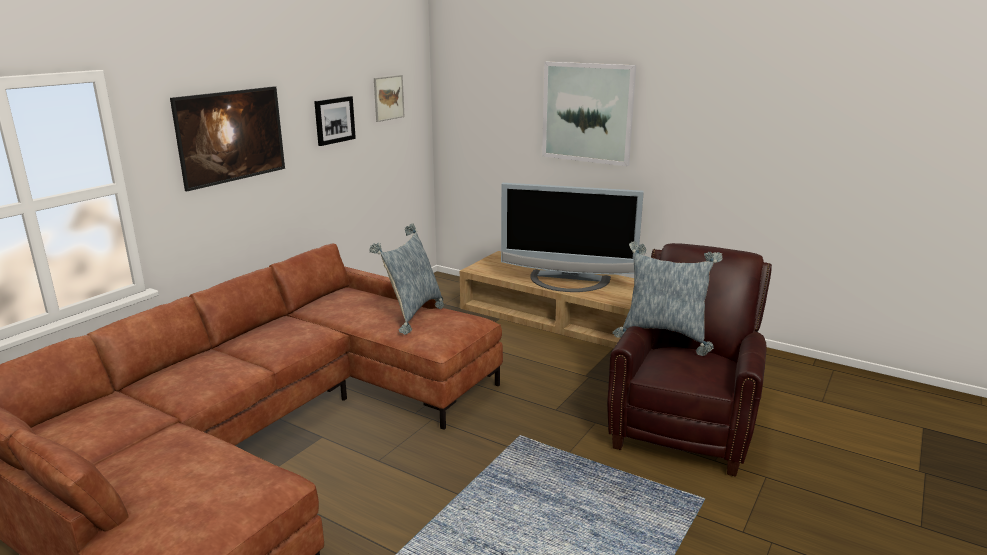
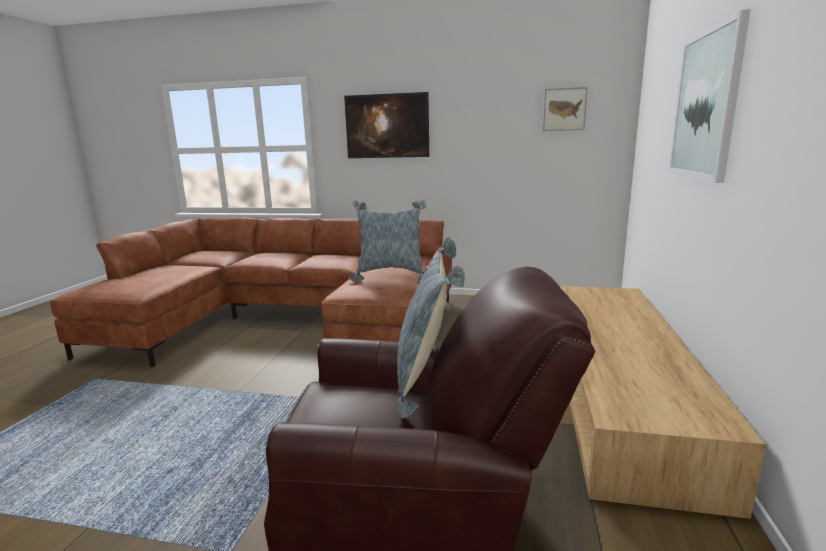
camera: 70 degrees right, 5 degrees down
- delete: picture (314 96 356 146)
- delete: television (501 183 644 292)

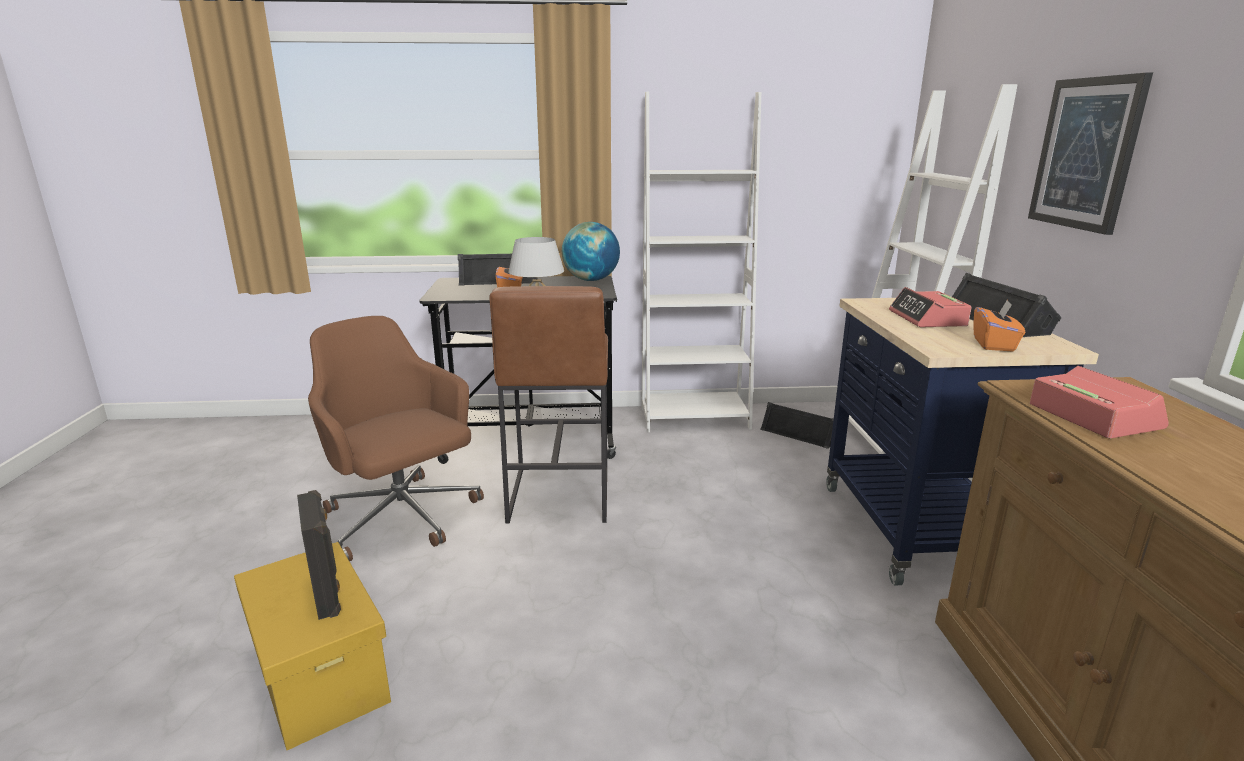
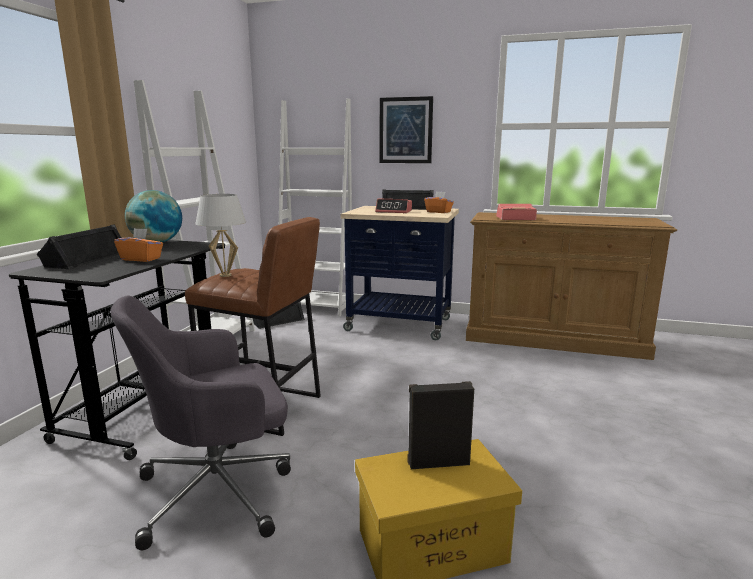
camera: 70 degrees left, 5 degrees down
- recolor: office chair (brown) (308 316 484 561) to office chair (grey) (110 295 291 550)

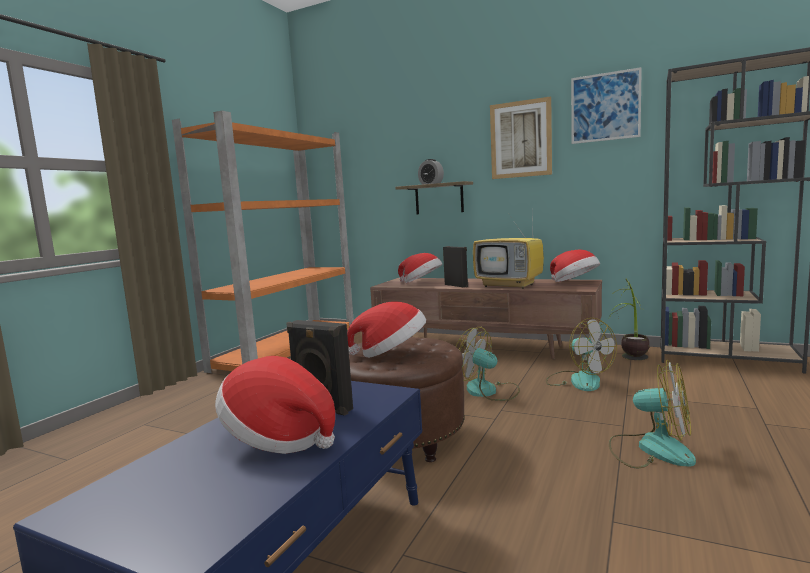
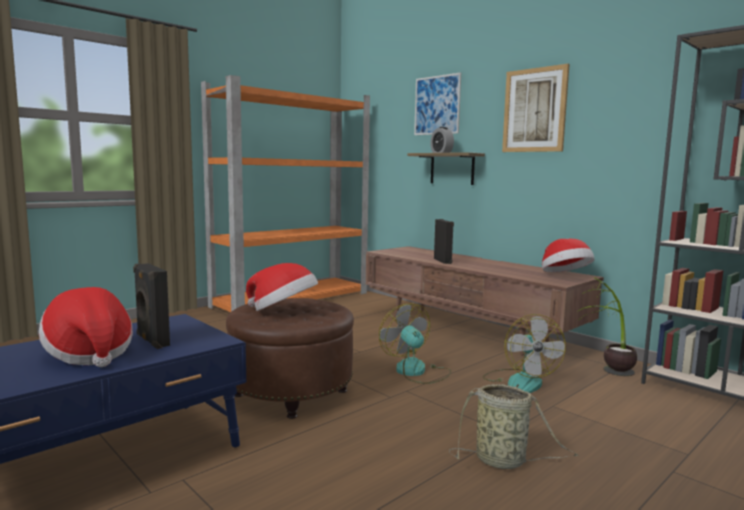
camera: 20 degrees right, 0 degrees up
- move: picture (571 67 642 144) to (414 72 461 135)
- replace: fan (609 360 696 468) to basket (449 384 579 469)
- delete: hat (398 253 442 283)
- delete: television (473 212 544 289)

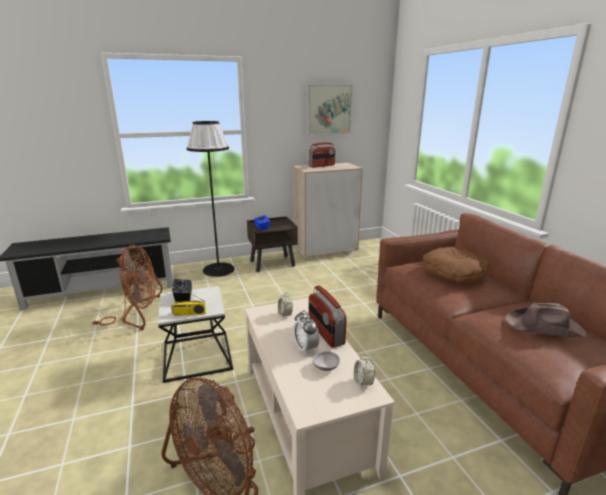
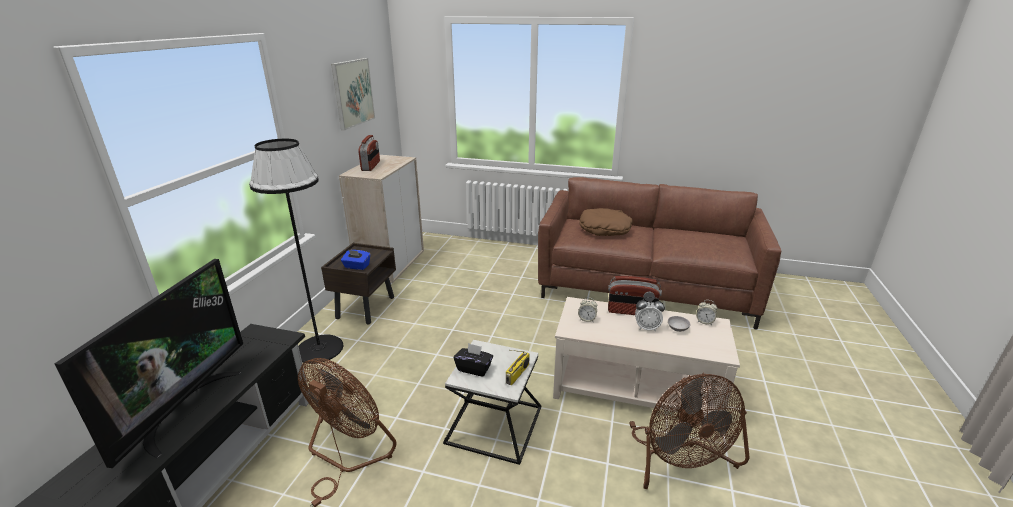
camera: 55 degrees left, 5 degrees up
- insert: television (55 259 243 468)
- delete: hat (brown) (505 303 587 338)

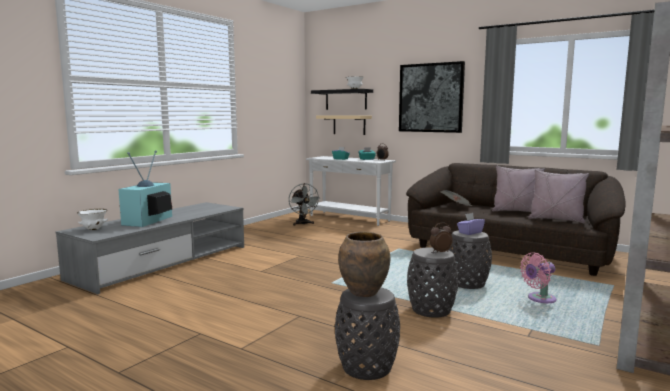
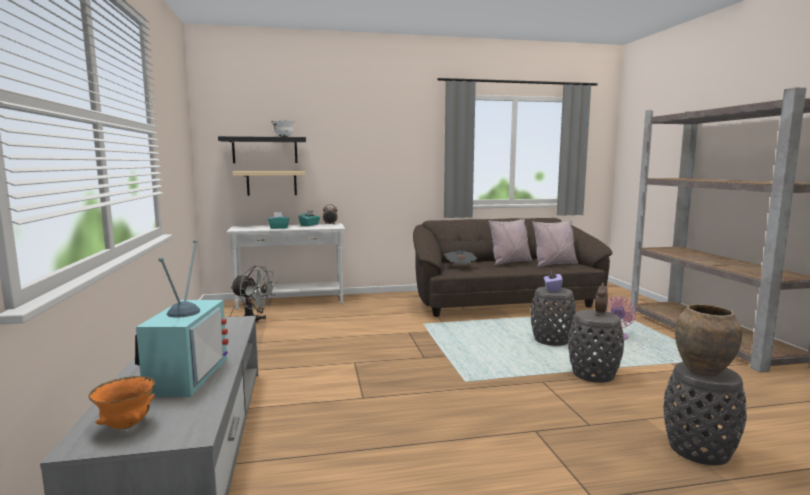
camera: 45 degrees left, 0 degrees up
- recolor: bowl (white) (77 209 108 230) to bowl (orange) (88 376 155 429)
- rotate: television (118 150 172 227) = (135 239 228 397) 150 degrees counterclockwise
- delete: picture (399 61 465 133)

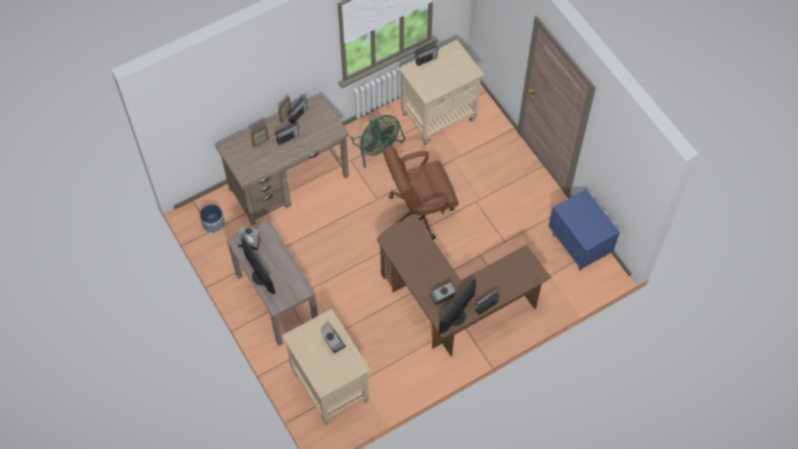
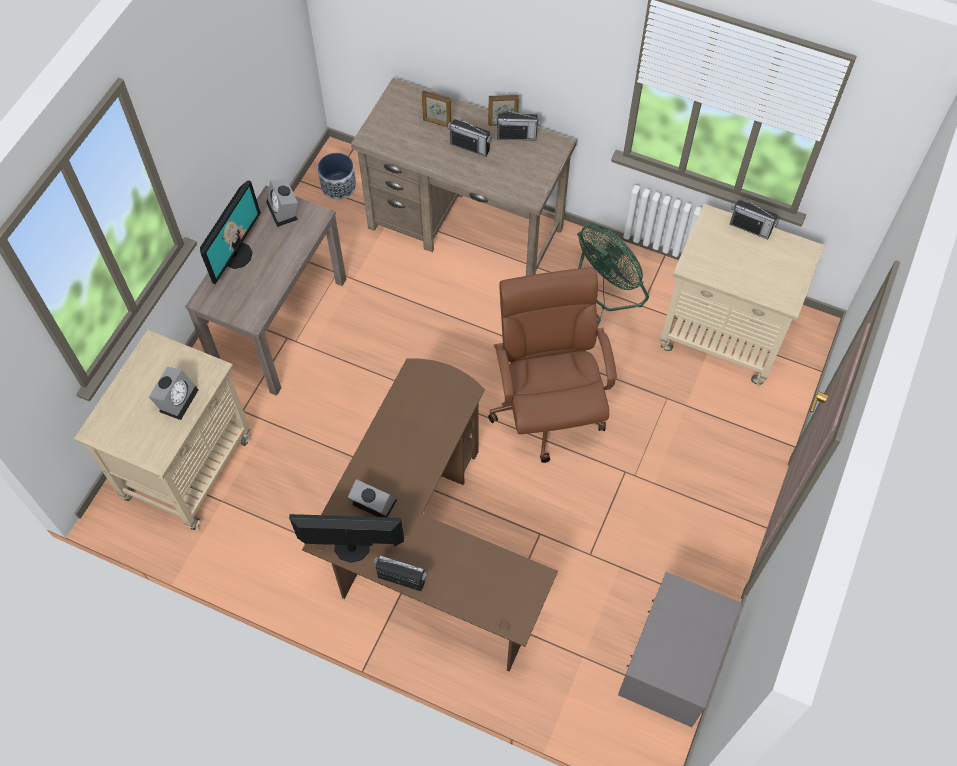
camera: 55 degrees right, 0 degrees up
- rotate: office chair (brown) (383 146 459 240) = (488 267 617 463) 45 degrees clockwise
- rotate: fan (green) (350 115 405 168) = (577 224 649 325) 150 degrees counterclockwise
- recolor: nightstand (blue) (548 189 620 271) to nightstand (grey) (618 572 742 727)

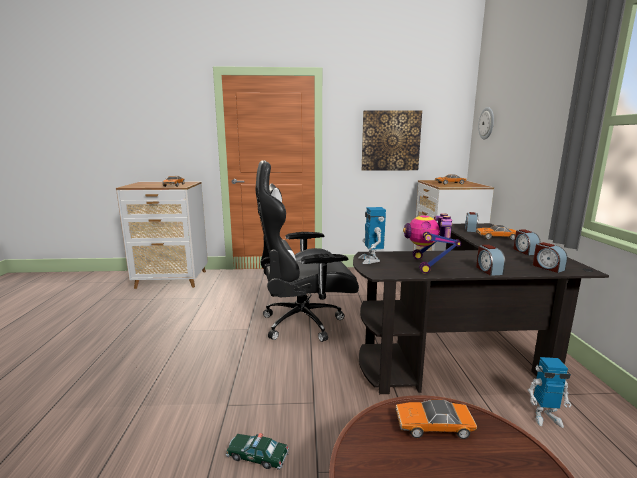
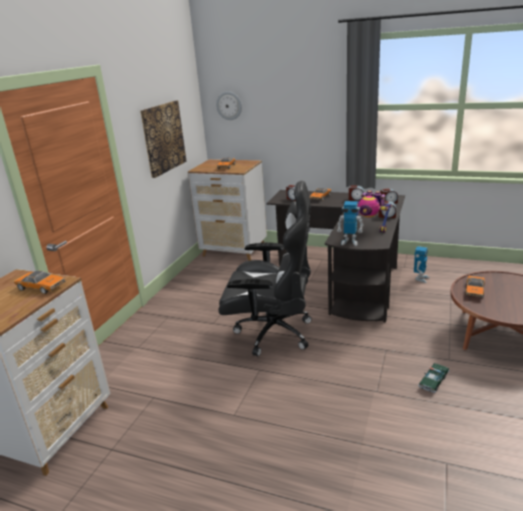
camera: 65 degrees left, 10 degrees up
- rotate: office chair (black) (255 160 359 342) = (218 181 312 356) 90 degrees counterclockwise

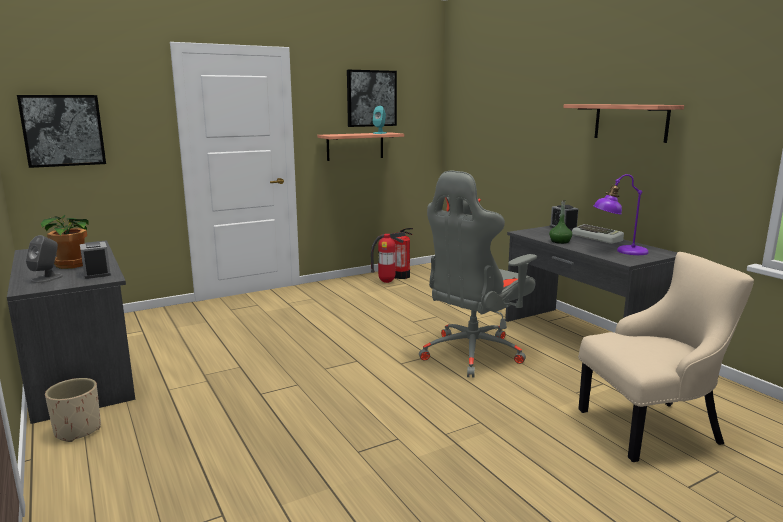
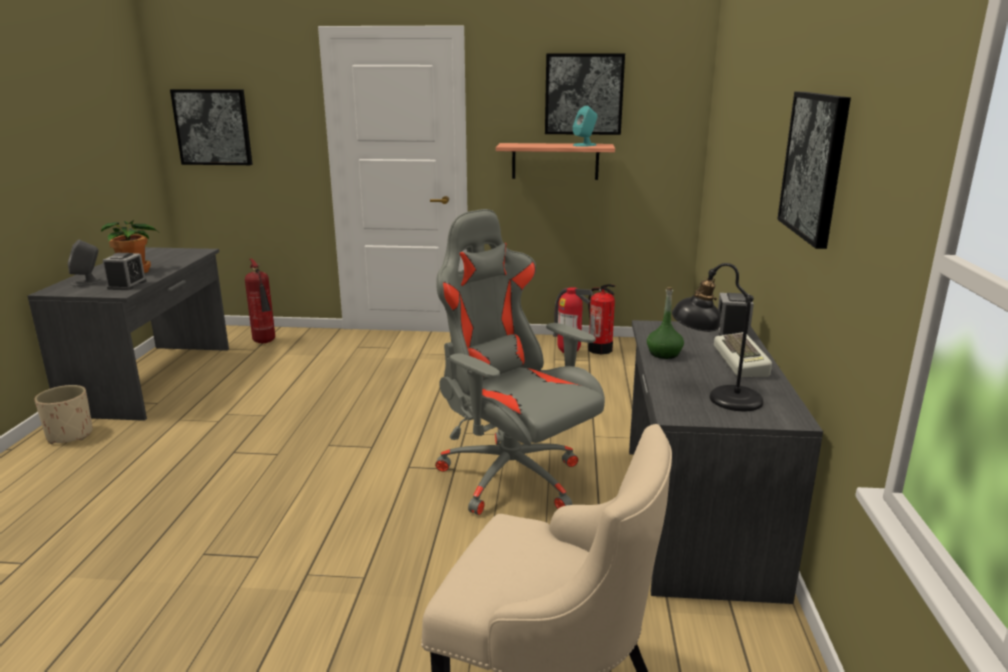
camera: 35 degrees right, 5 degrees up
- insert: fire extinguisher (245 259 275 343)
- rotate: office chair (grey) (419 171 537 378) = (435 209 605 515) 60 degrees clockwise
- recolor: table lamp (purple) (593 174 648 255) to table lamp (black) (672 263 763 411)
- replace: shelf (563 104 684 143) to picture (777 92 851 249)

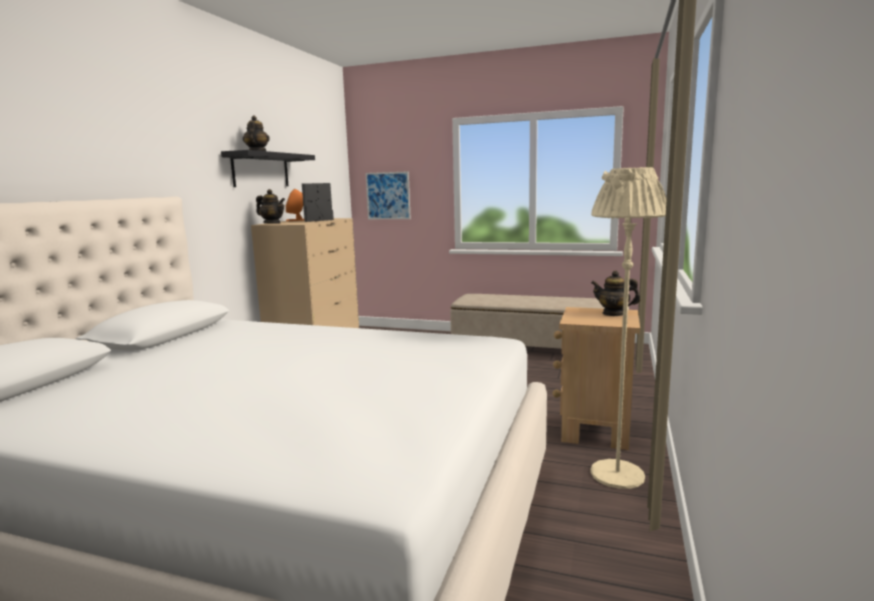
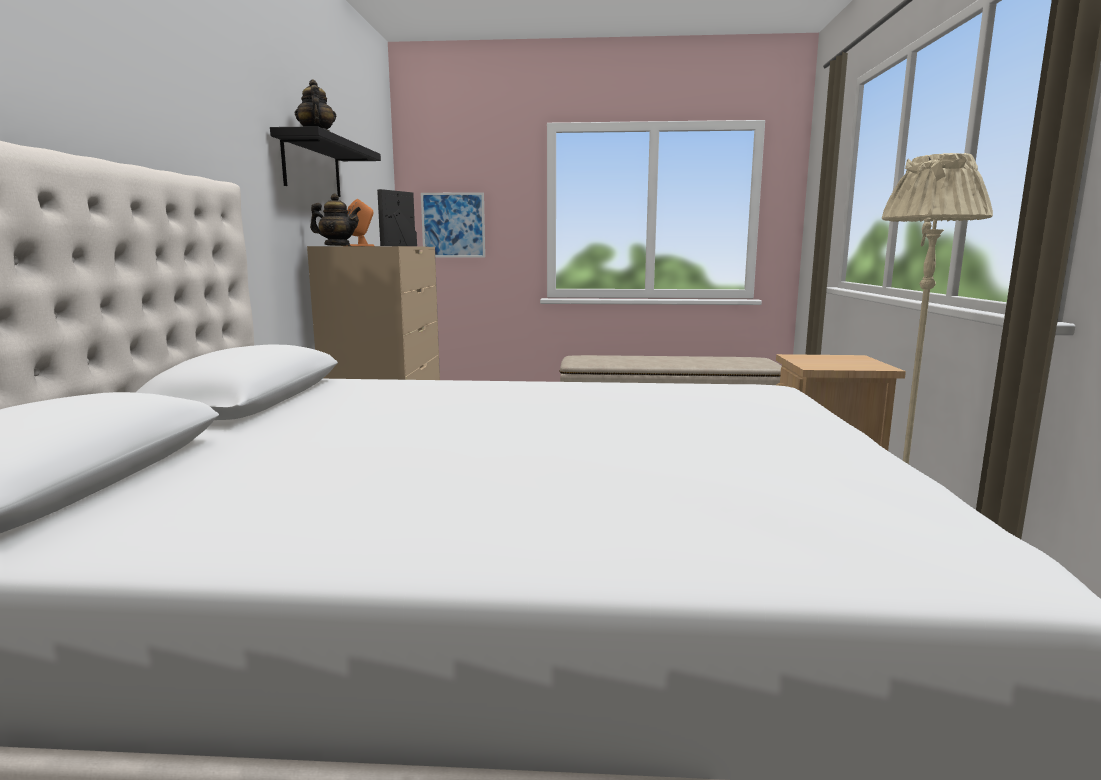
camera: 15 degrees left, 0 degrees up
- delete: teapot (591 271 641 316)

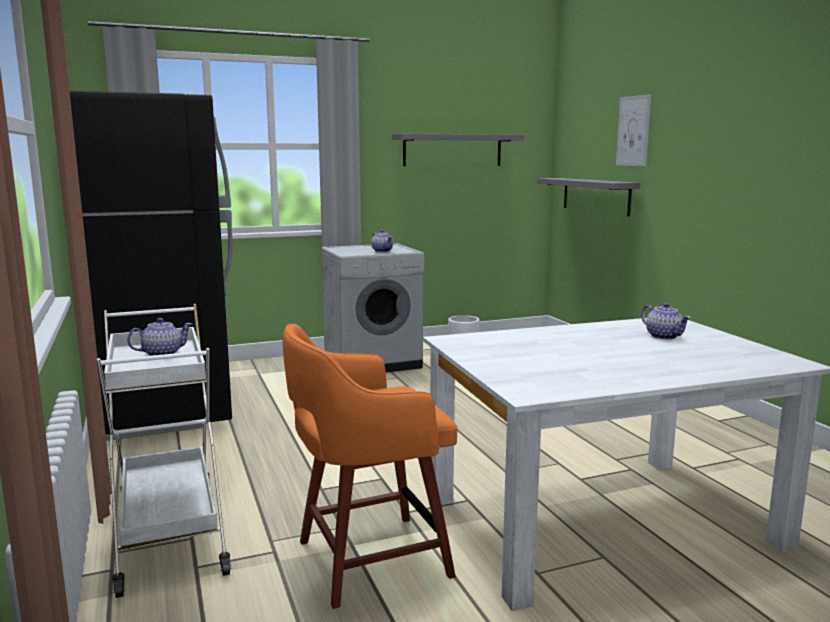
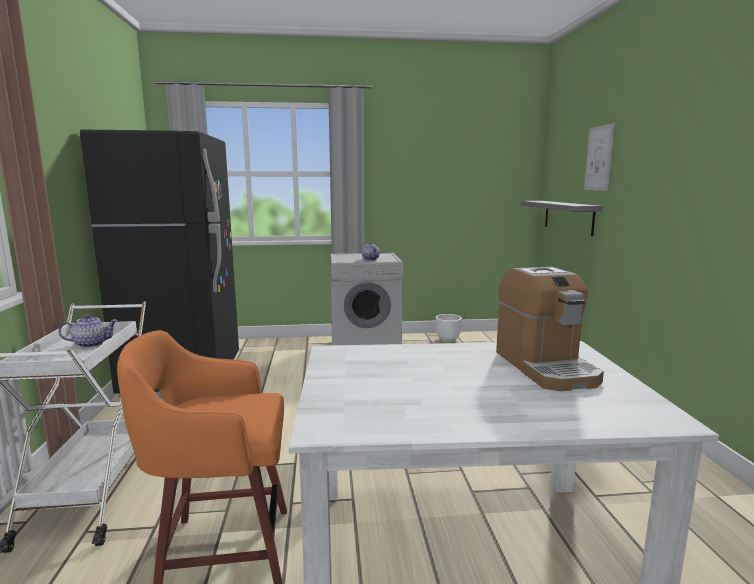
camera: 15 degrees right, 0 degrees up
- replace: teapot (641 303 691 340) to coffee machine (496 267 604 391)
- delete: shelf (grey) (392 134 524 166)

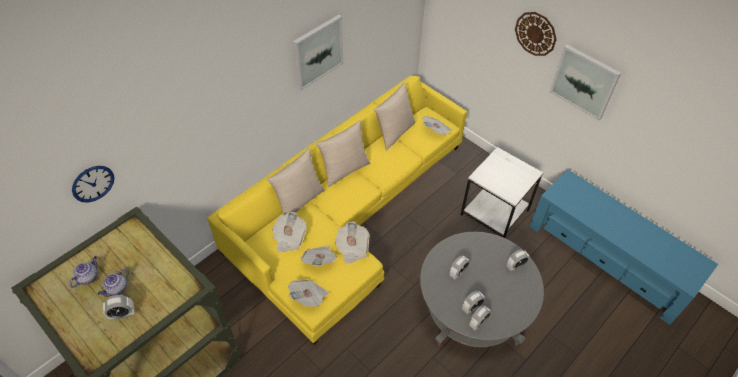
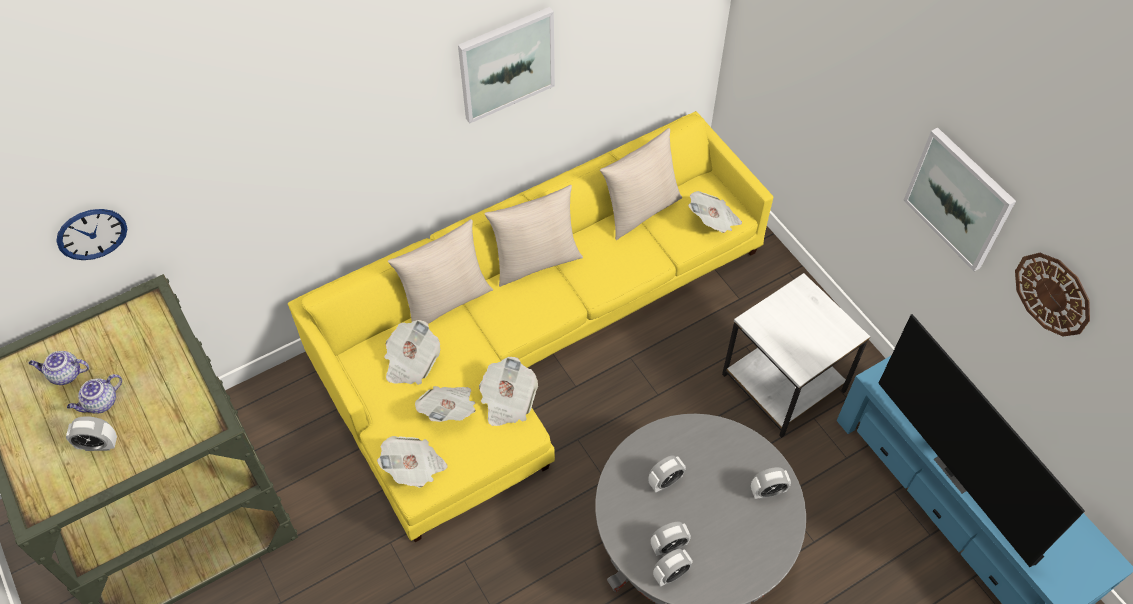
camera: 15 degrees right, 5 degrees up
- rotate: teapot (69 256 98 288) = (29 351 89 385) 135 degrees counterclockwise
- insert: television (878 314 1085 567)
- move: wall clock (515 12 557 56) to (1015 253 1090 336)

